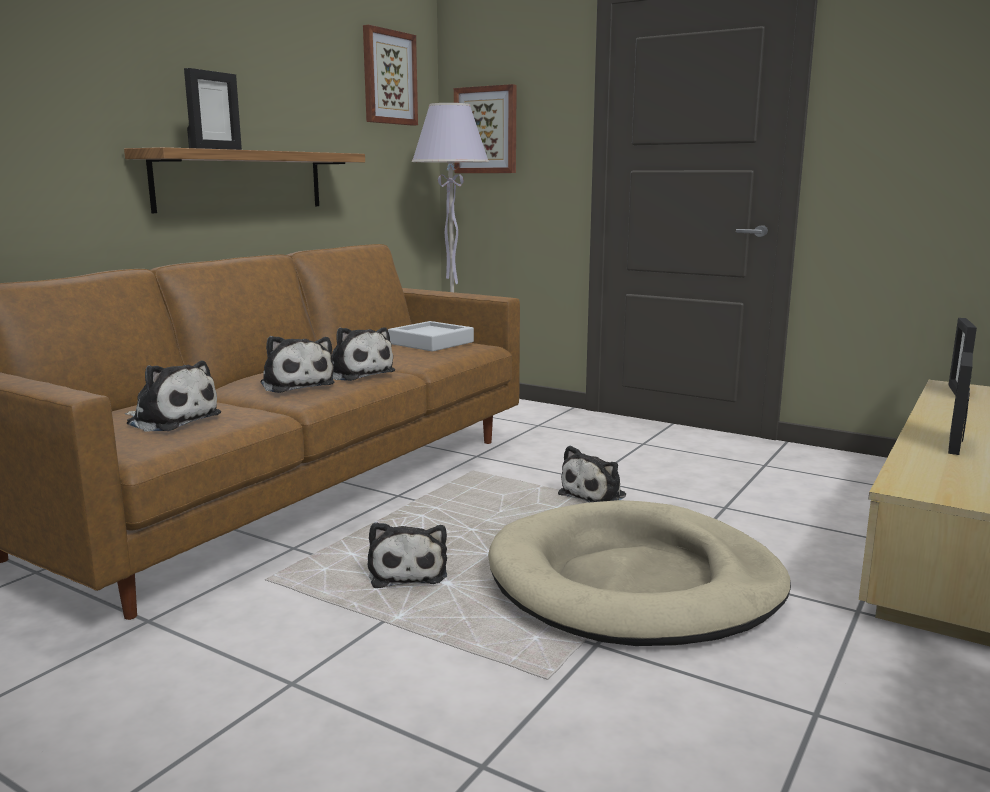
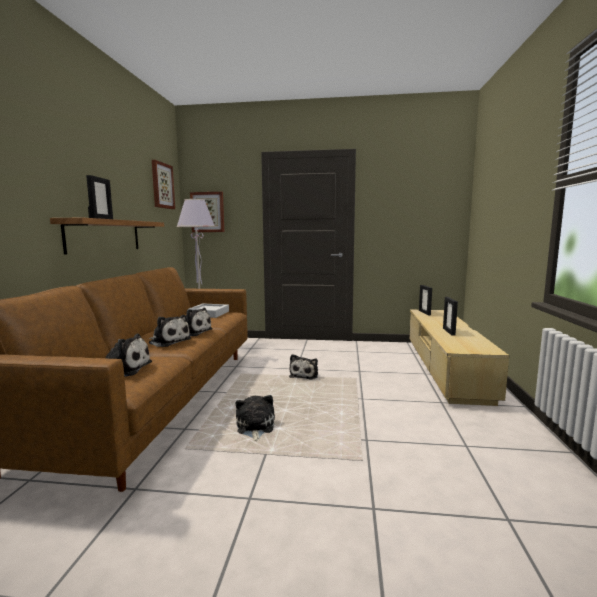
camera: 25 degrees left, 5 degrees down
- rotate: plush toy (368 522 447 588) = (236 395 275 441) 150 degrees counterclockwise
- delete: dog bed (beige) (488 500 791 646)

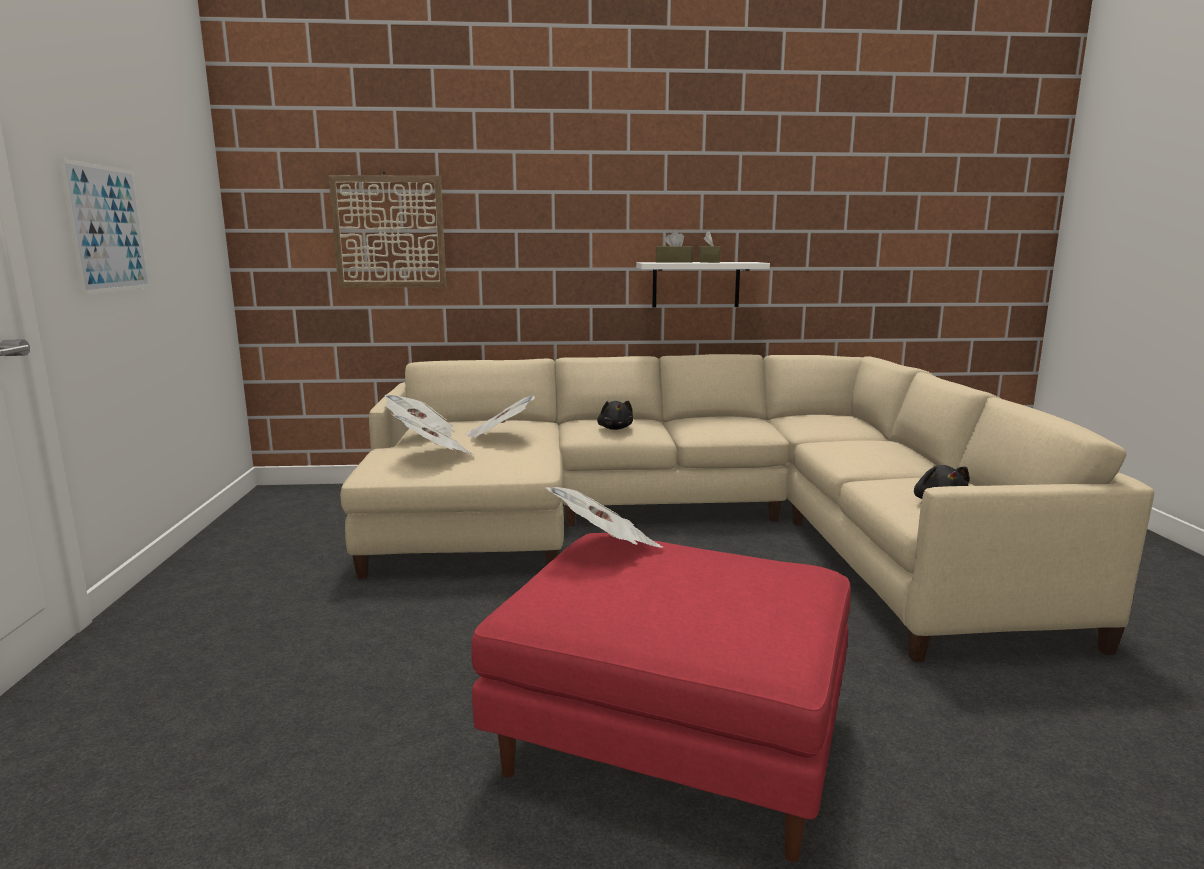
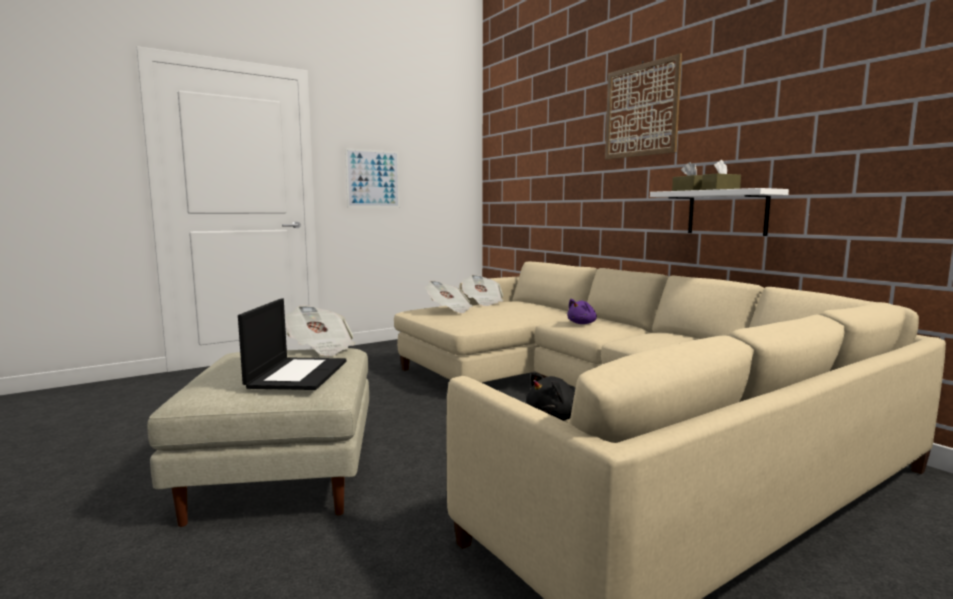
camera: 60 degrees right, 5 degrees down
- recolor: ottoman (red) (471 533 851 862) to ottoman (beige) (147 348 369 527)
- insert: laptop (238 298 346 390)
- recolor: plush toy (black) (597 401 633 430) to plush toy (purple) (567 299 597 324)
- move: picture (329 171 447 288) to (605 53 682 159)
- delete: newspaper (466 396 535 439)

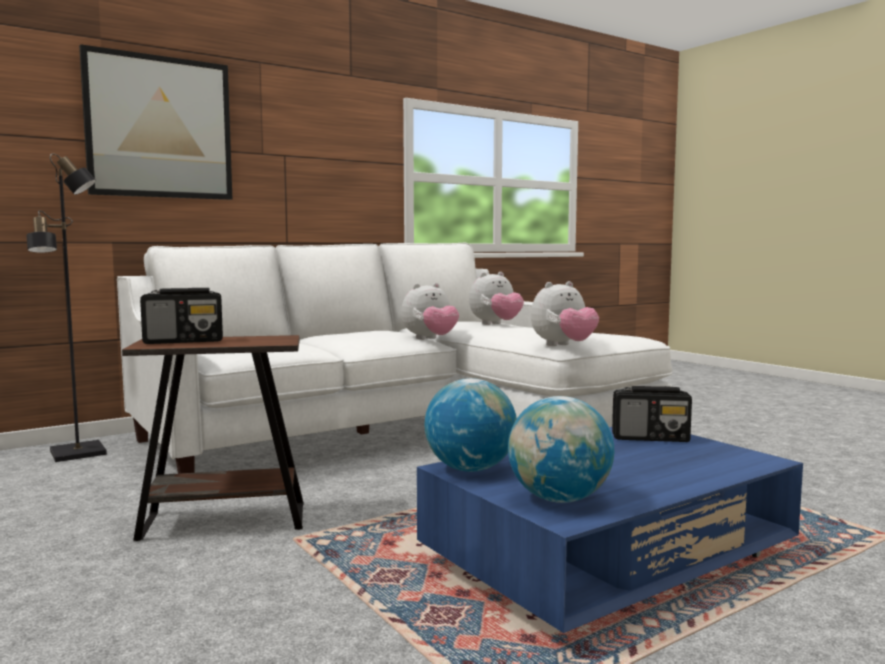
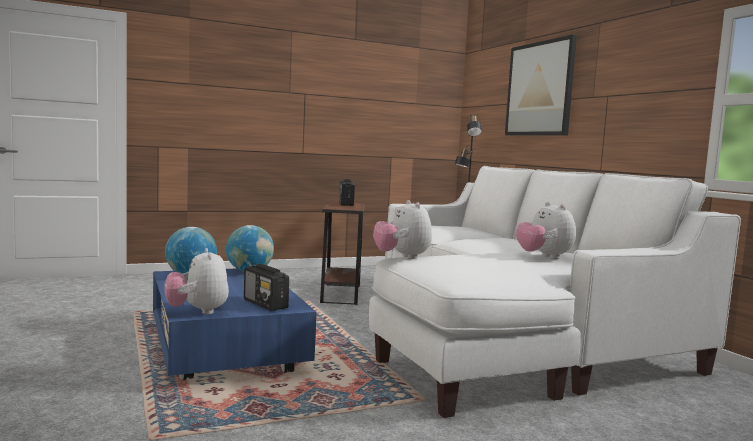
camera: 100 degrees right, 0 degrees up
- move: plush toy (401 283 459 340) to (164 248 229 314)
- rotate: radio (612 386 692 442) = (244 264 289 311) 60 degrees counterclockwise

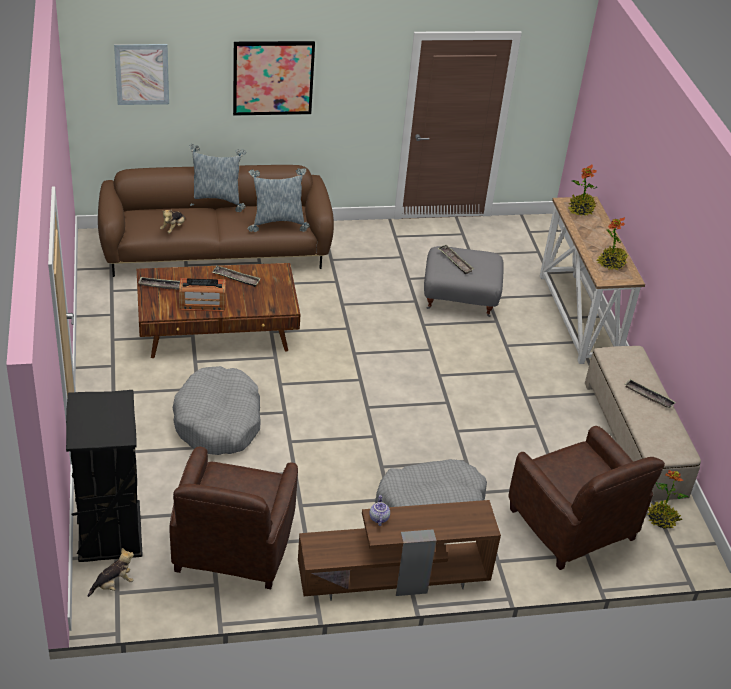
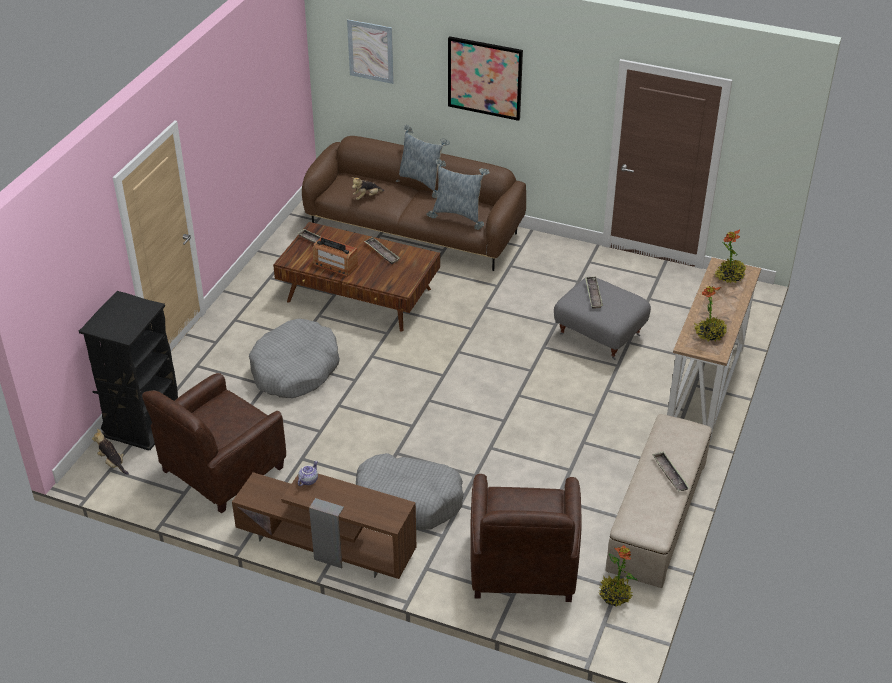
camera: 35 degrees right, 0 degrees up
- rotate: plush toy (88 548 134 597) = (92 429 129 475) 135 degrees counterclockwise

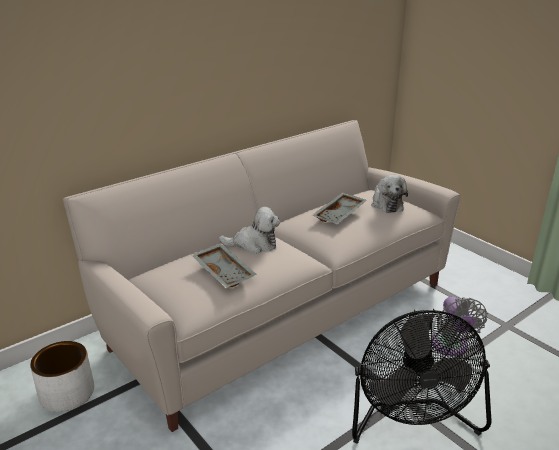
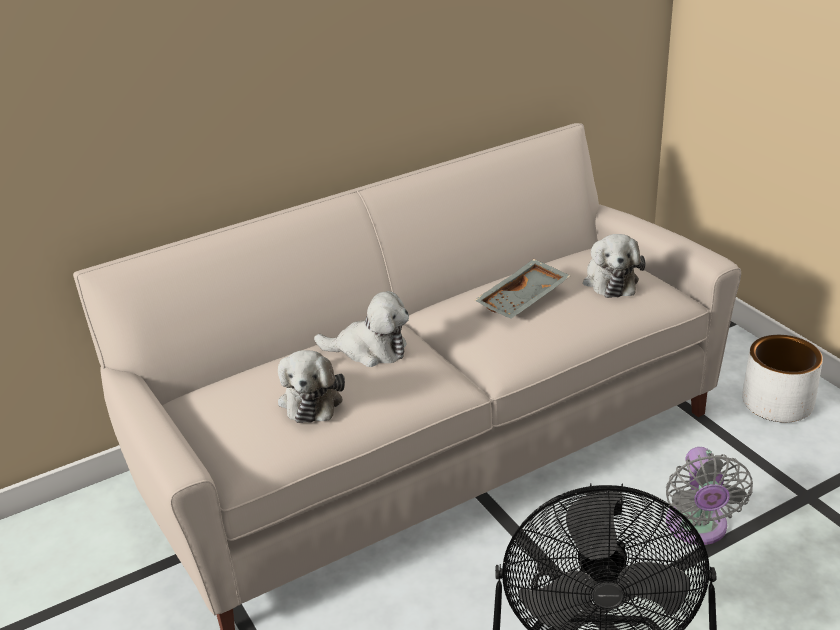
camera: 10 degrees right, 5 degrees up
- replace: tray (grey) (192 243 257 288) to plush toy (278 350 345 423)
- move: planter (white) (30 341 94 412) to (742 335 823 422)

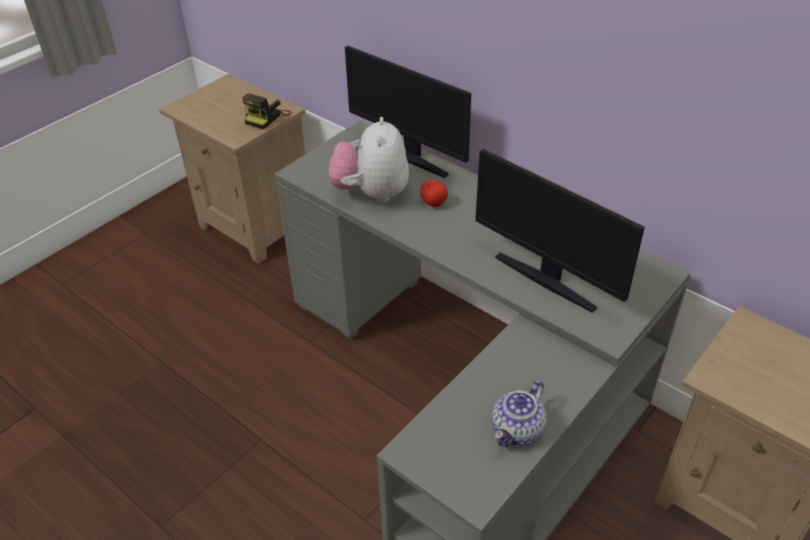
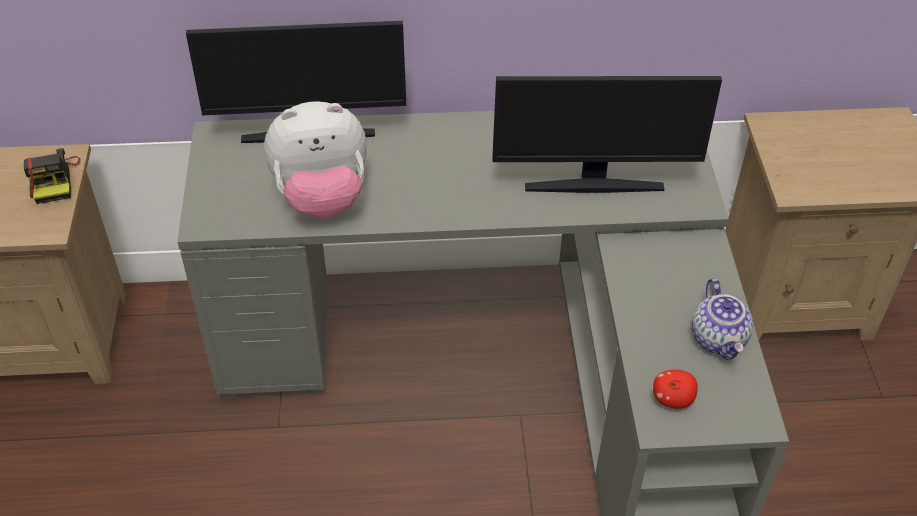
camera: 45 degrees left, 5 degrees up
- rotate: plush toy (329 117 409 203) = (264 101 367 219) 60 degrees counterclockwise
- move: apple (420 180 448 207) to (653 370 698 409)

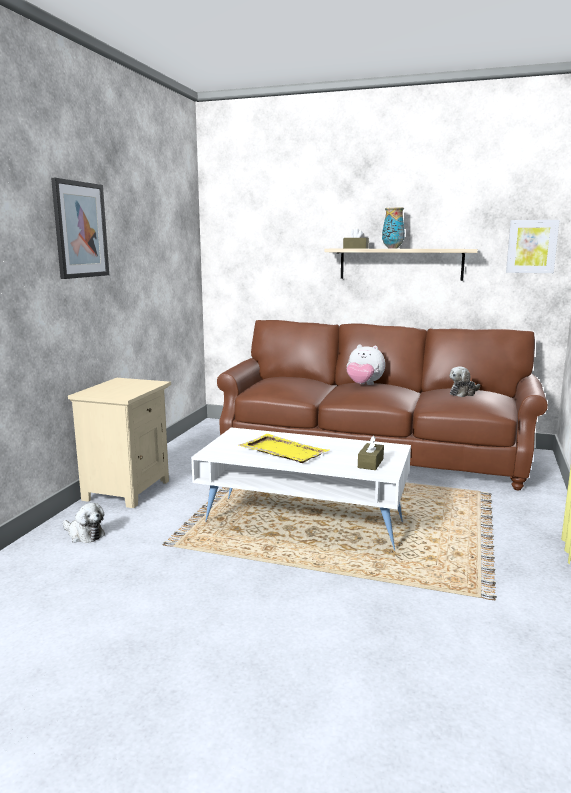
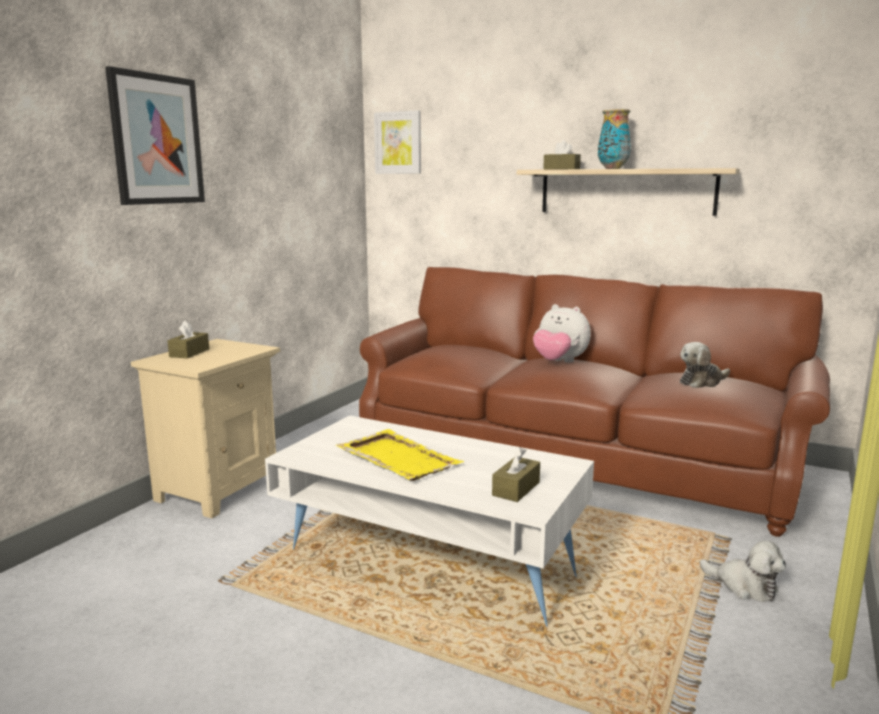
camera: 10 degrees right, 0 degrees up
- insert: tissue box (brown) (167 320 209 358)
- move: picture (506 220 559 273) to (374 110 421 174)
- move: plush toy (63 503 105 543) to (700 541 786 602)

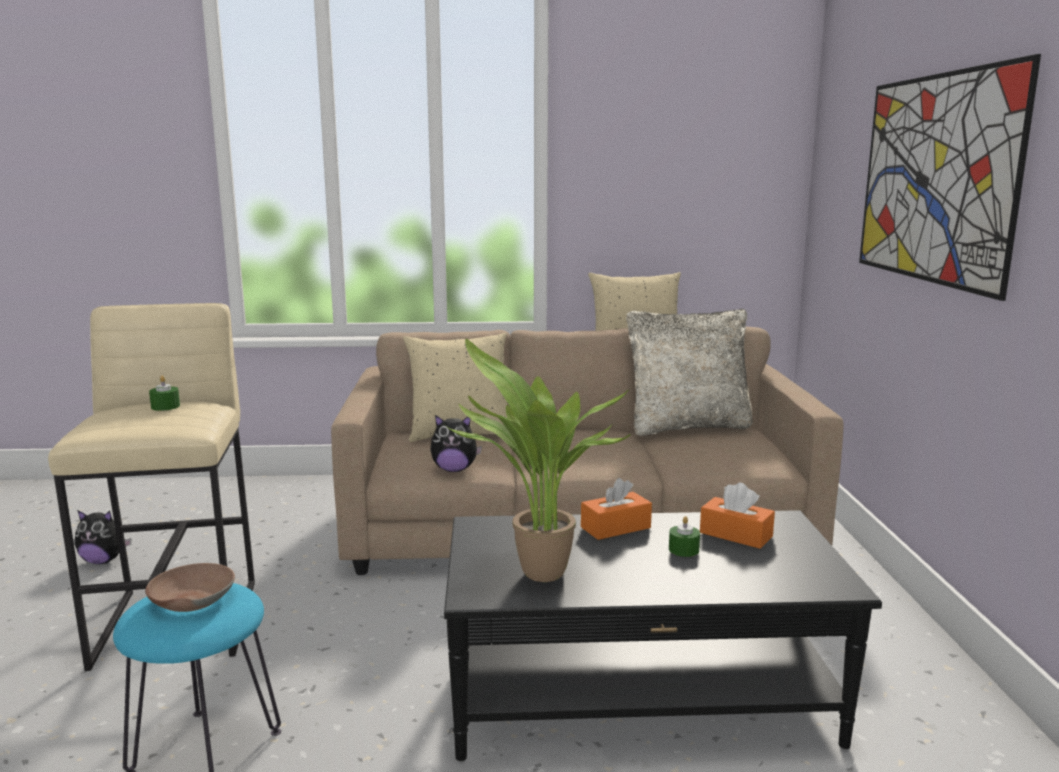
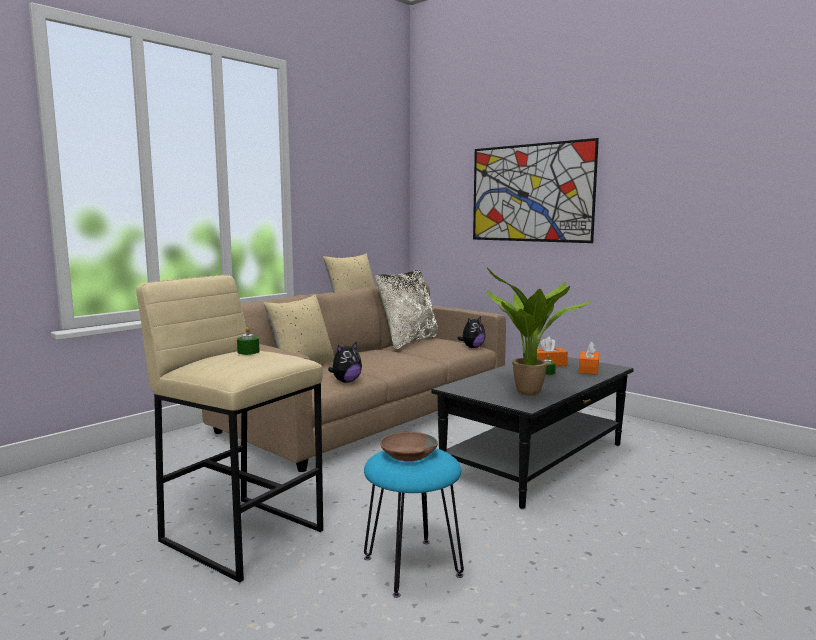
camera: 45 degrees left, 5 degrees down
- move: plush toy (75 510 131 564) to (457 316 485 348)
- move: tissue box (orange) (581 478 652 540) to (579 342 599 374)

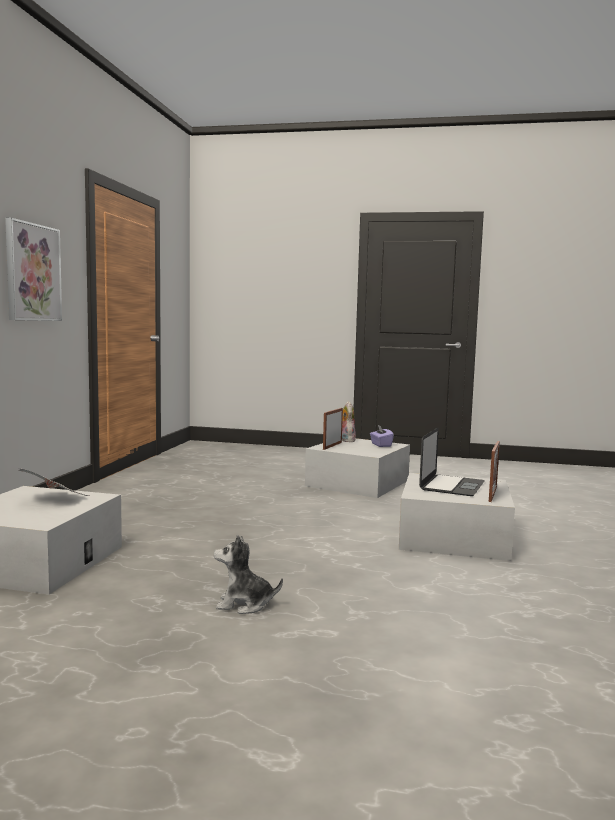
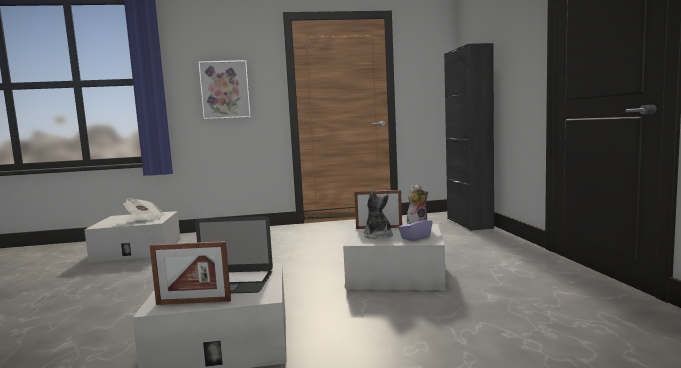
camera: 70 degrees right, 0 degrees up
- move: plush toy (214 535 283 614) to (363 190 393 239)
- insert: cabinet (black) (444 43 494 231)

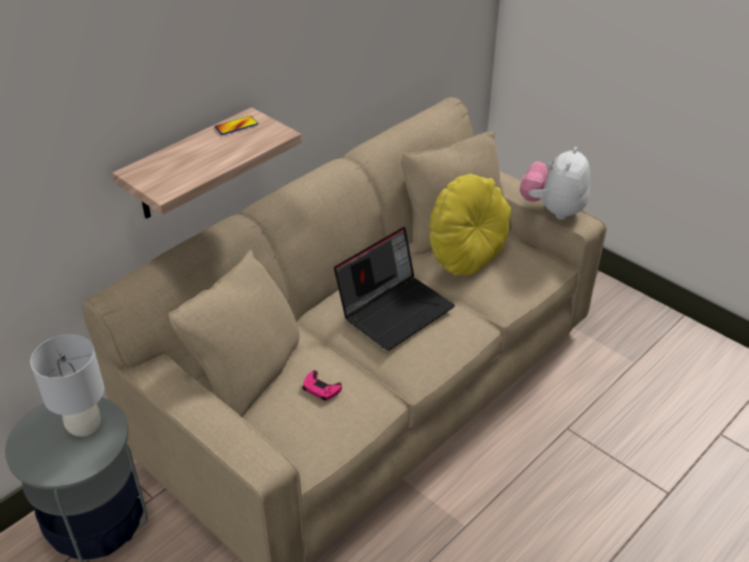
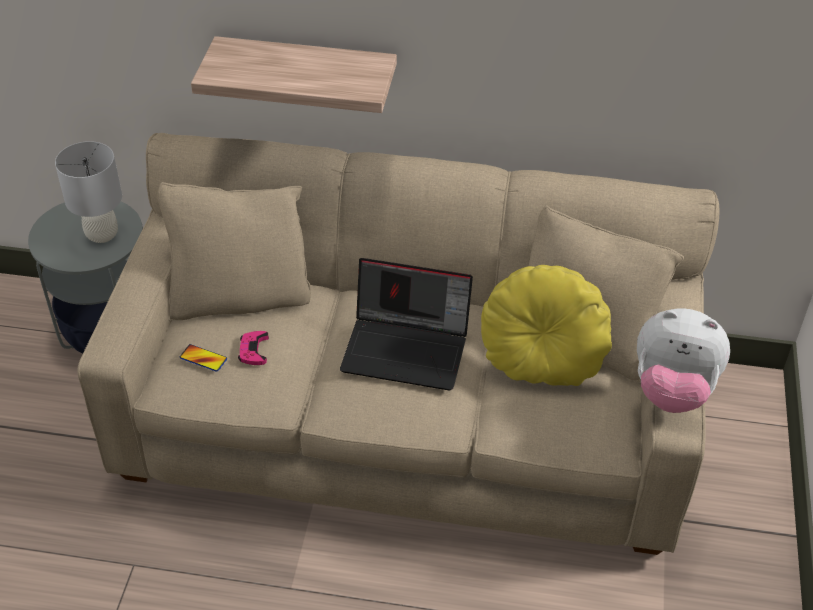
camera: 55 degrees right, 5 degrees up
- move: phone (215 116 258 135) to (180 344 227 372)
- rotate: plush toy (520 147 590 220) = (637 308 730 413) 150 degrees counterclockwise

